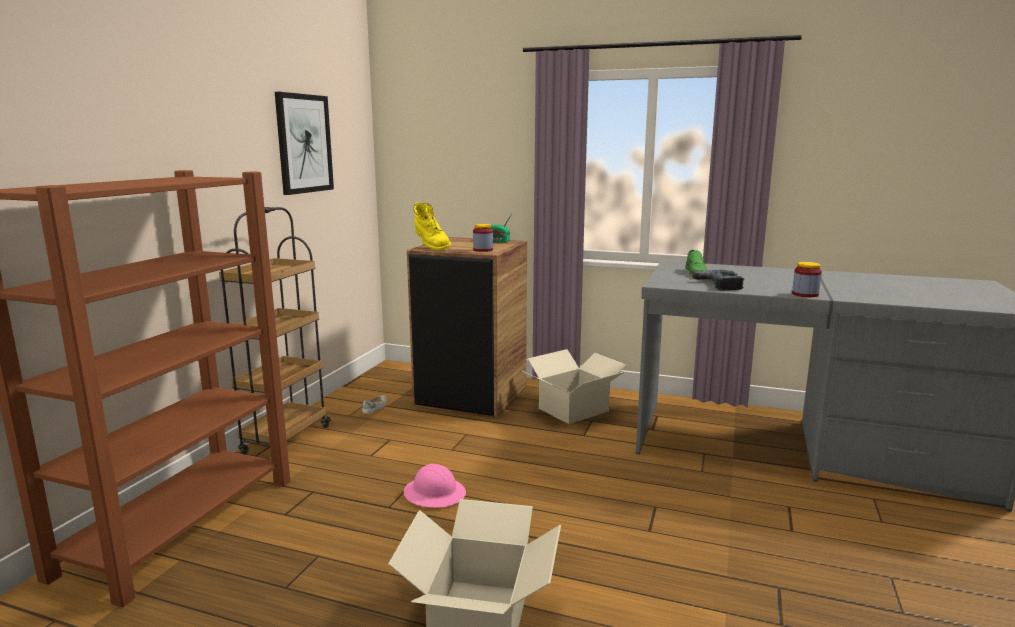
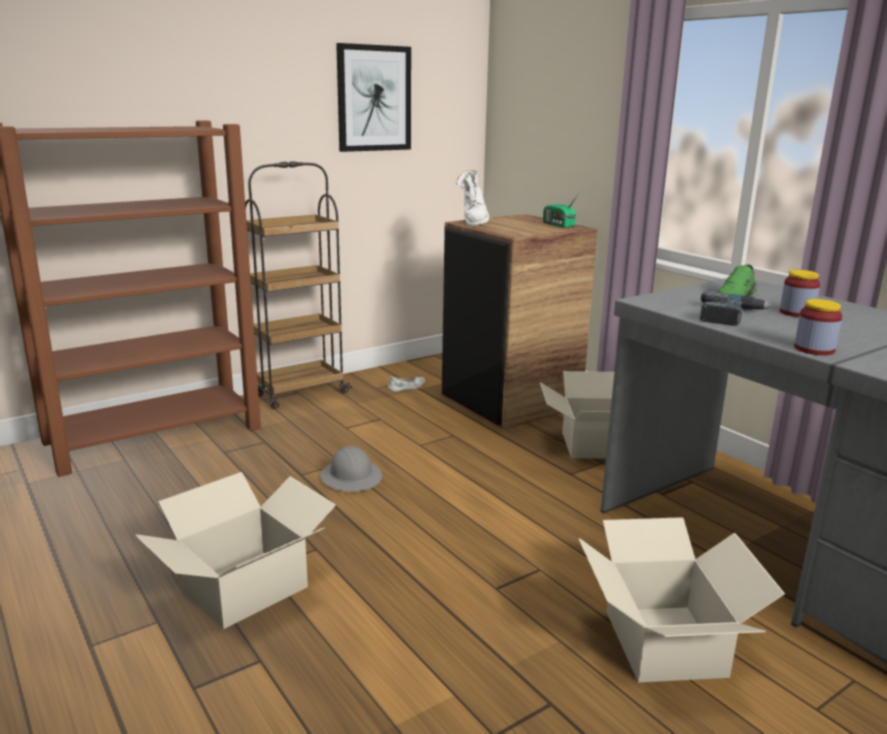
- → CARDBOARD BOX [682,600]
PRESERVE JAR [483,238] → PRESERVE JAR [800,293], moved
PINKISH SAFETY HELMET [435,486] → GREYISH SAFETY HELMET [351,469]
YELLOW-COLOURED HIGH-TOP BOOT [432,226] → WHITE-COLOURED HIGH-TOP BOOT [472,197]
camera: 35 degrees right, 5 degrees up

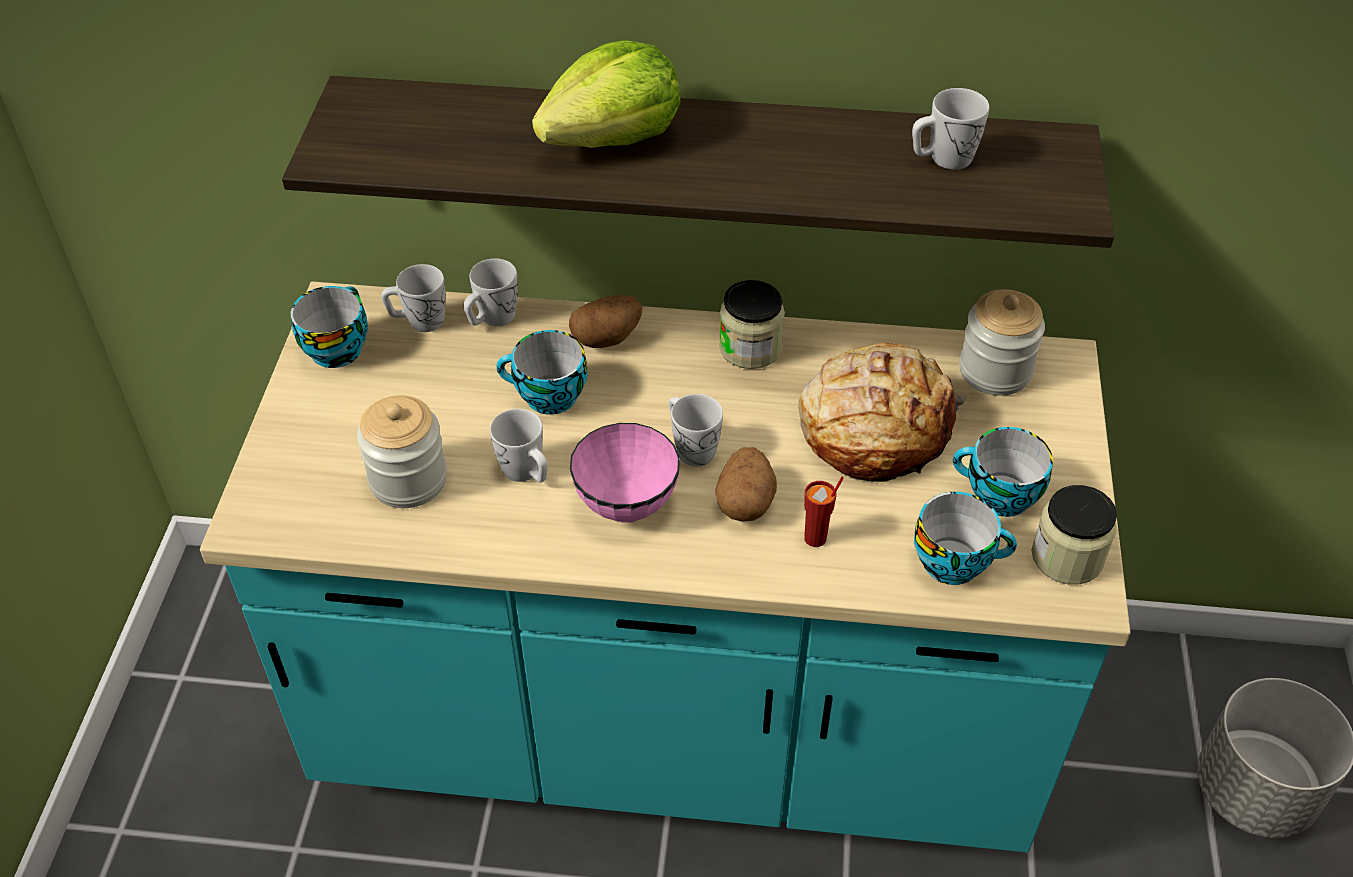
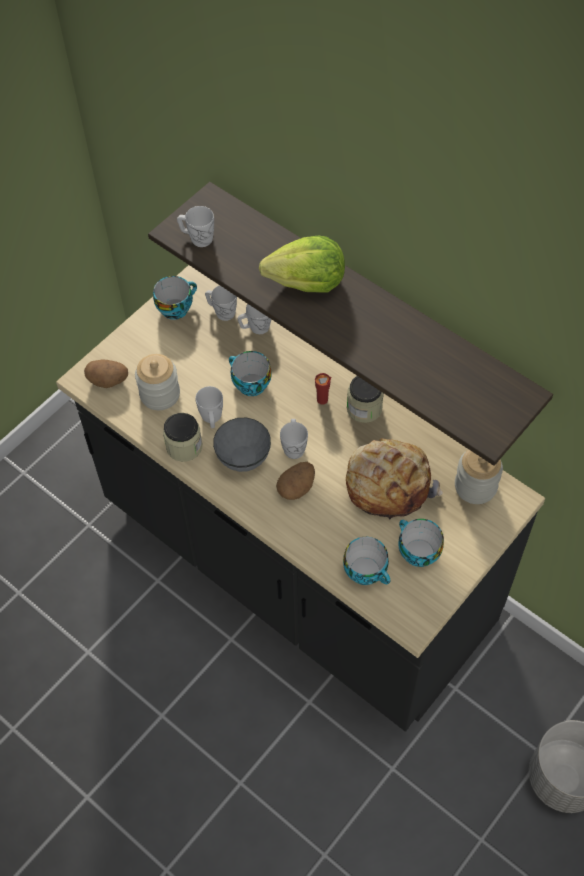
SPUD [605,321] → SPUD [106,373], moved
RED-COLOURED CUP [824,512] → RED-COLOURED CUP [323,389], moved
WHITE-COLOURED MUG [950,129] → WHITE-COLOURED MUG [195,226], moved
PRESERVE JAR [1074,535] → PRESERVE JAR [182,437], moved
TURQUOISE-COLOURED KITCHEN BASE UNIT [665,566] → BLACK-COLOURED KITCHEN BASE UNIT [300,498]
PINKISH BOWL [625,473] → GREYISH BOWL [242,445]
camera: 35 degrees right, 10 degrees up

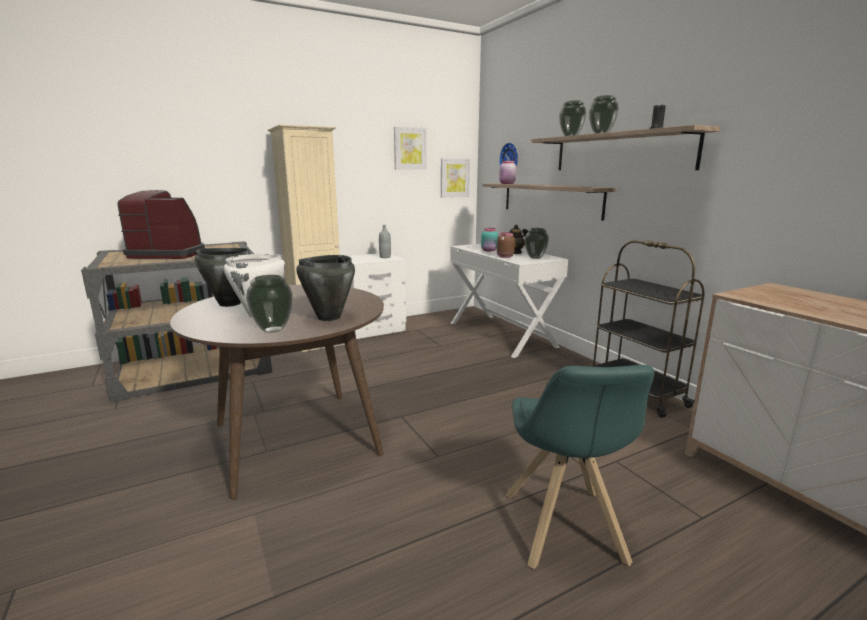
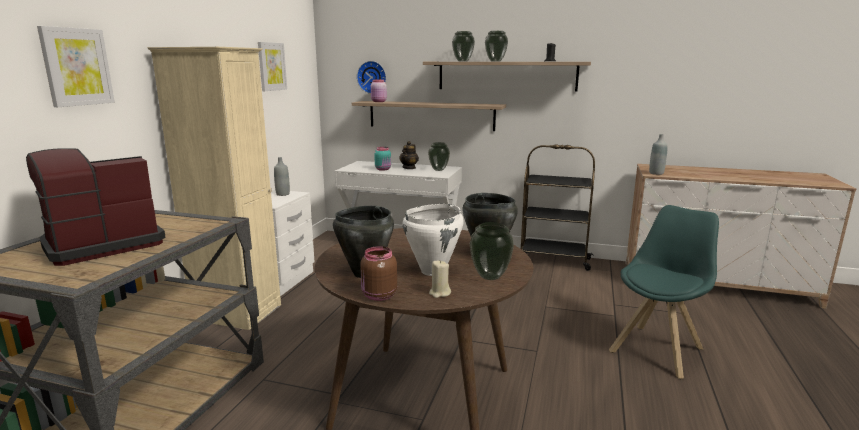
- → SAND-COLOURED WAX CANDLE [440,279]
- → GREYISH BOTTLE [658,154]
WALL ART [455,178] → WALL ART [76,66], moved
BROWN PRESERVE JAR [506,245] → BROWN PRESERVE JAR [378,273], moved
TURQUOISE-COLOURED UPRIGHT CHAIR [579,467] → TURQUOISE-COLOURED UPRIGHT CHAIR [664,292], 90 degrees counterclockwise
camera: 45 degrees left, 0 degrees up

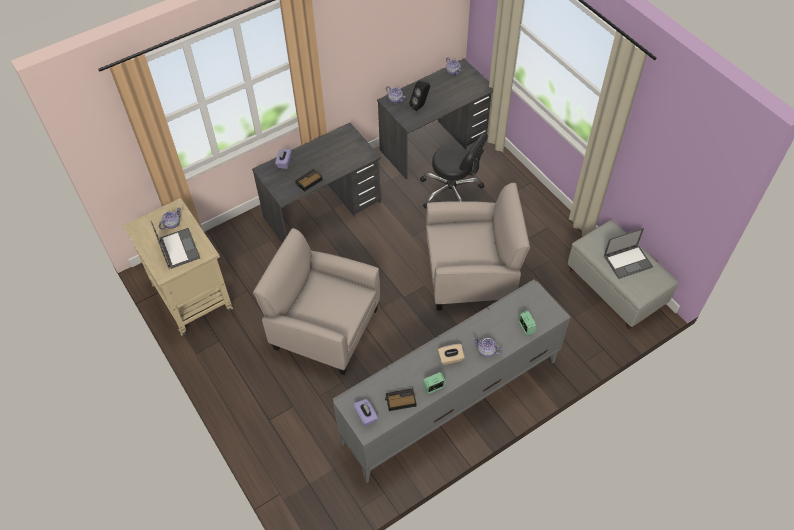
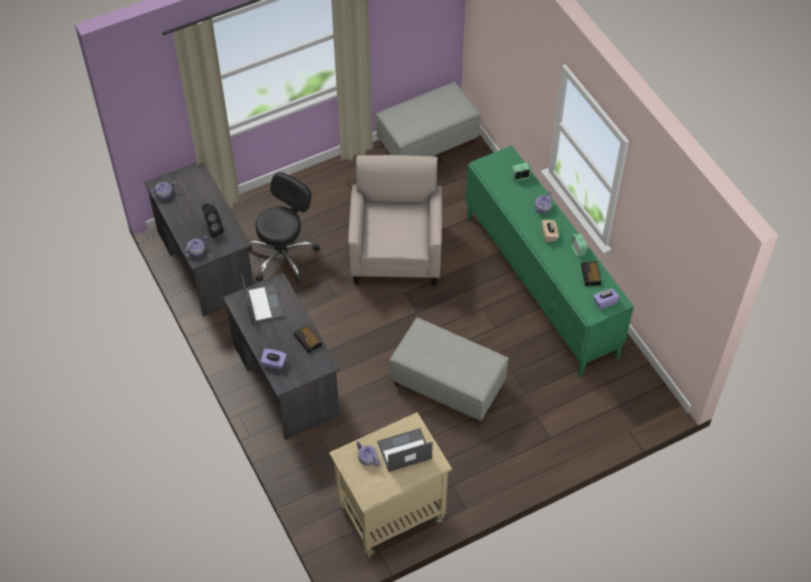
PORTABLE COMPUTER [628,253] → PORTABLE COMPUTER [262,298], moved
SAND-COLOURED LOUNGE CHAIR [316,301] → GREYISH OTTOMAN [449,370]
GREYISH CUPBOARD [452,381] → GREEN-COLOURED CUPBOARD [550,261]
camera: 85 degrees left, 0 degrees up

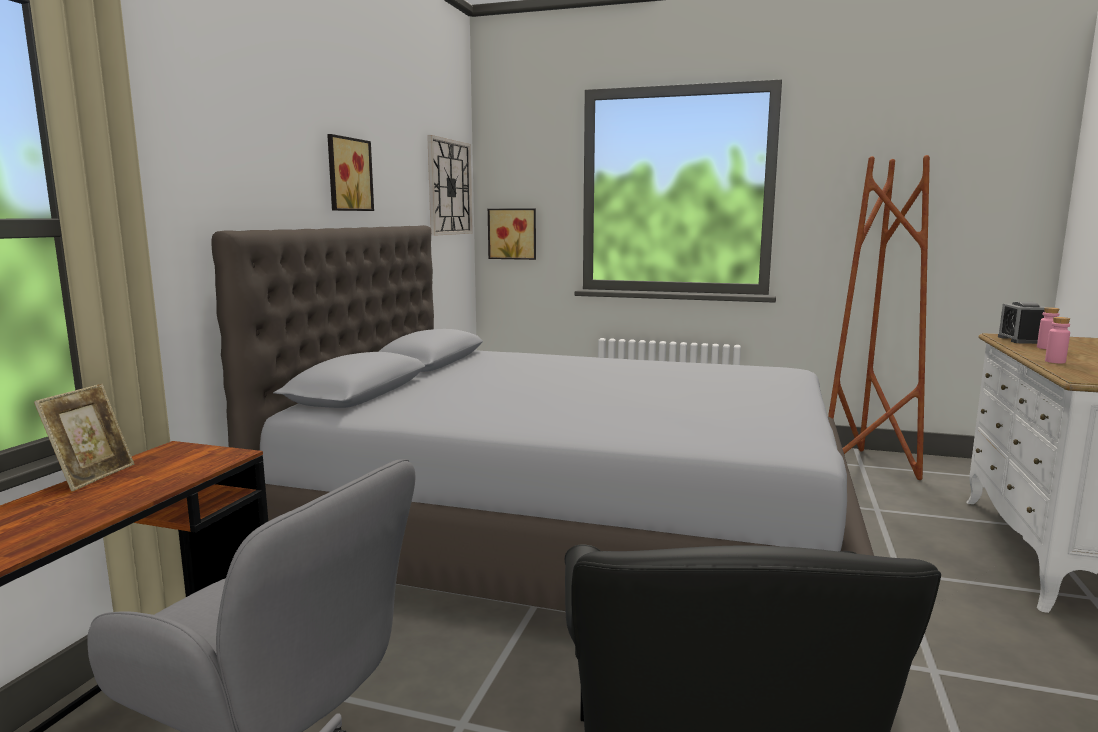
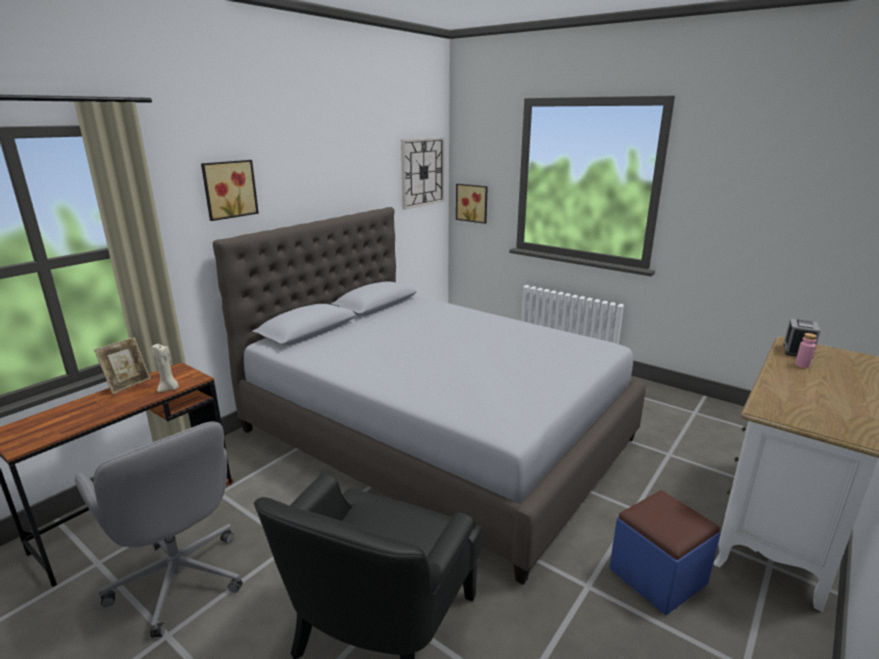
BROWN GARMENT STAND [879,317] → -
PINKISH BOTTLE [1057,340] → -
- → SAND-COLOURED WAX CANDLE [165,367]
- → BLUE OTTOMAN [664,552]
WALL ART [350,172] → WALL ART [230,190], moved
camera: 20 degrees right, 10 degrees up

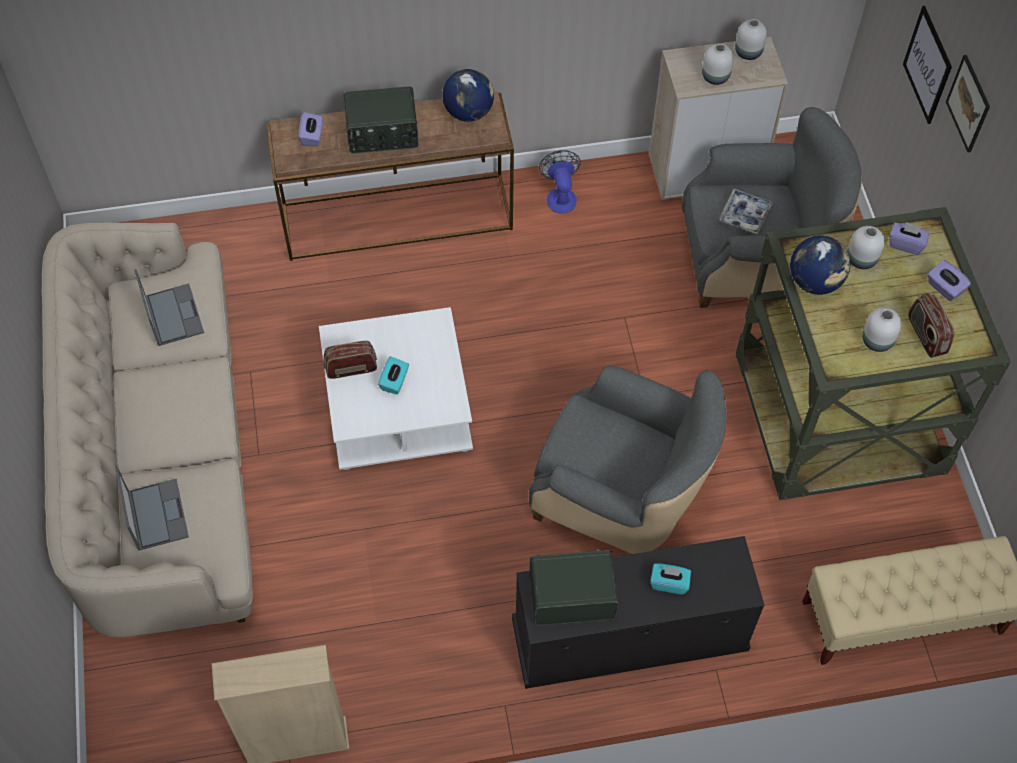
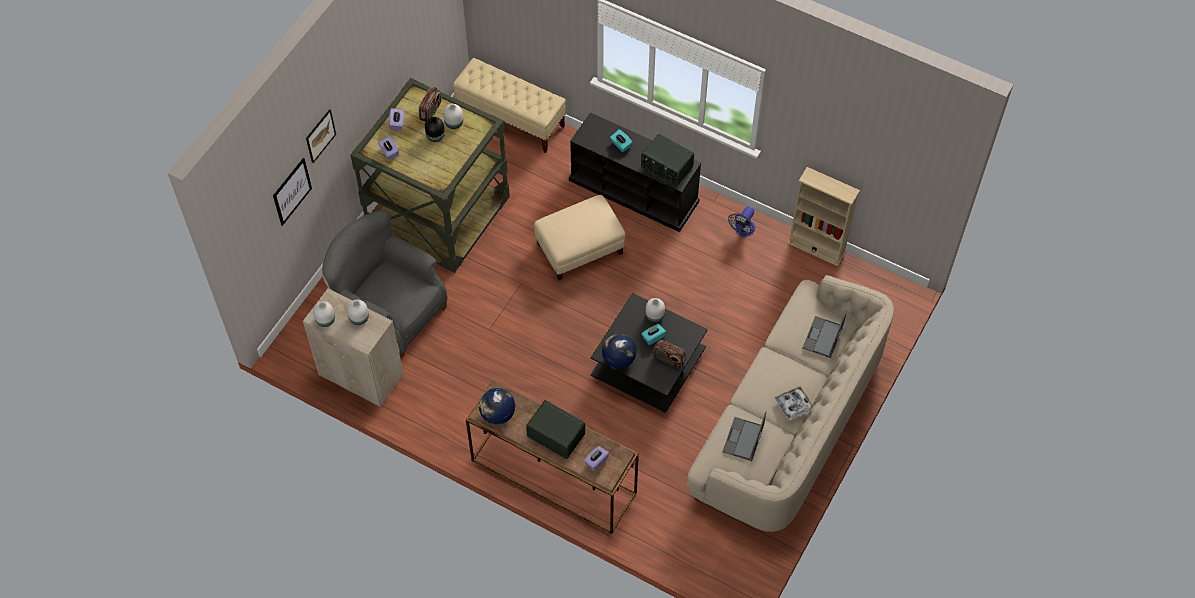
- → BLACK-COLOURED DECORATIVE VASE [435,129]
ELECTRIC FAN [560,181] → ELECTRIC FAN [741,221], moved
SERVING TRAY [746,211] → SERVING TRAY [793,403], moved
WORLD GLOBE [820,265] → WORLD GLOBE [619,351], moved
WHITE-COLOURED DECORATIVE VASE [866,247] → WHITE-COLOURED DECORATIVE VASE [655,310], moved
GREYISH LOUNGE CHAIR [628,459] → SAND-COLOURED OTTOMAN [580,237]
WHITE-COLOURED LOW TABLE [396,388] → BLACK-COLOURED LOW TABLE [649,353]
camera: 140 degrees left, 0 degrees up

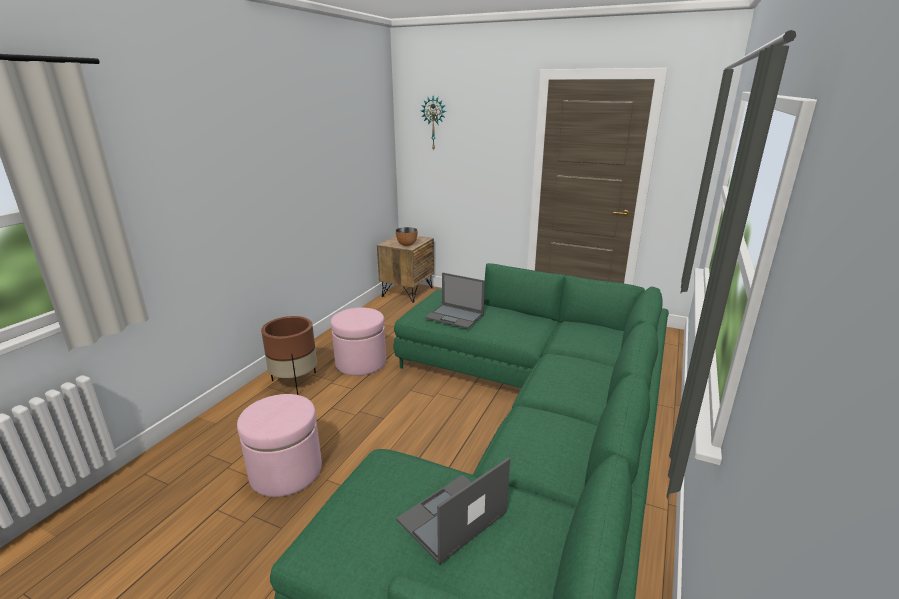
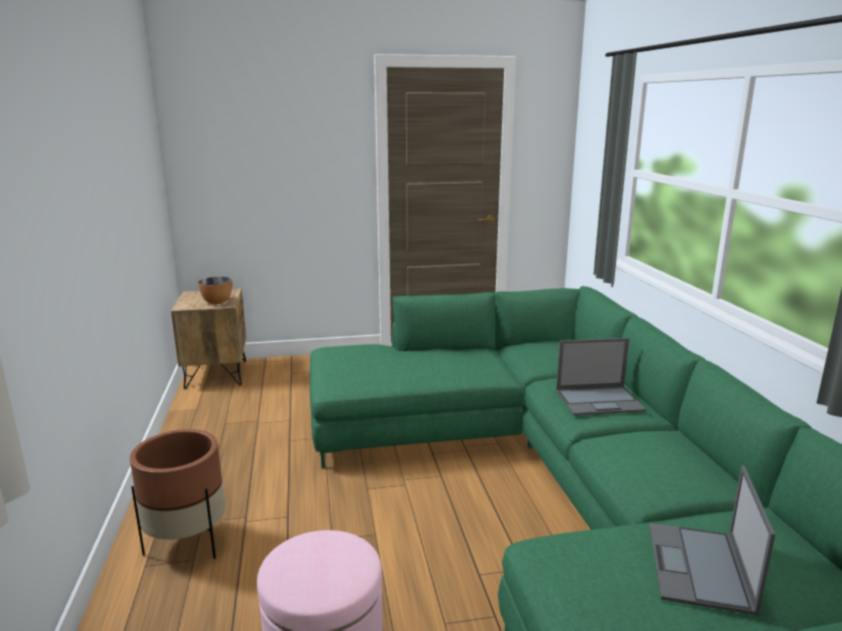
PINKISH OTTOMAN [358,342] → -
WALL CLOCK [434,123] → -
PORTABLE COMPUTER [455,300] → PORTABLE COMPUTER [601,376], moved
camera: 35 degrees left, 5 degrees down

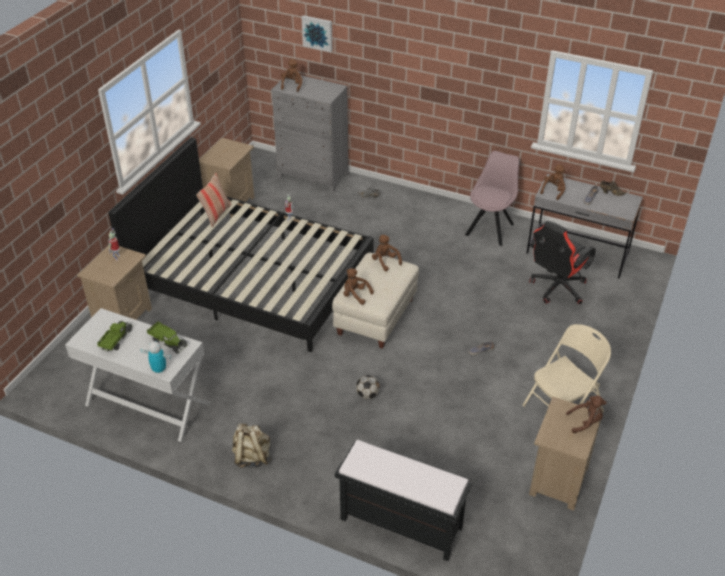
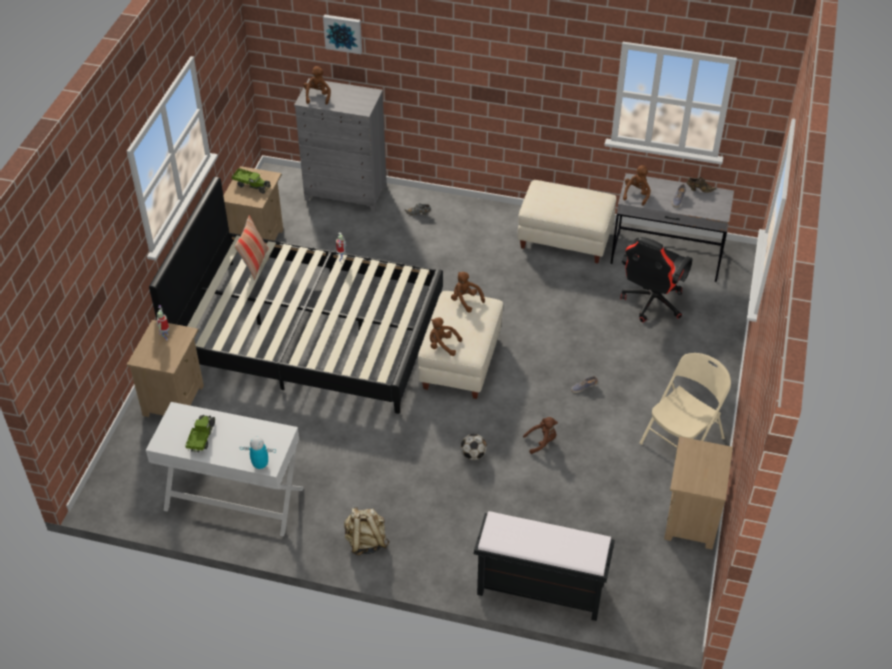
TOY TRUCK [167,338] → TOY TRUCK [251,181], moved
BROWN SOFT TOY [586,414] → BROWN SOFT TOY [540,435], moved
PINKISH UPRIGHT CHAIR [492,198] → SAND-COLOURED OTTOMAN [566,221]
camera: 10 degrees left, 5 degrees up

